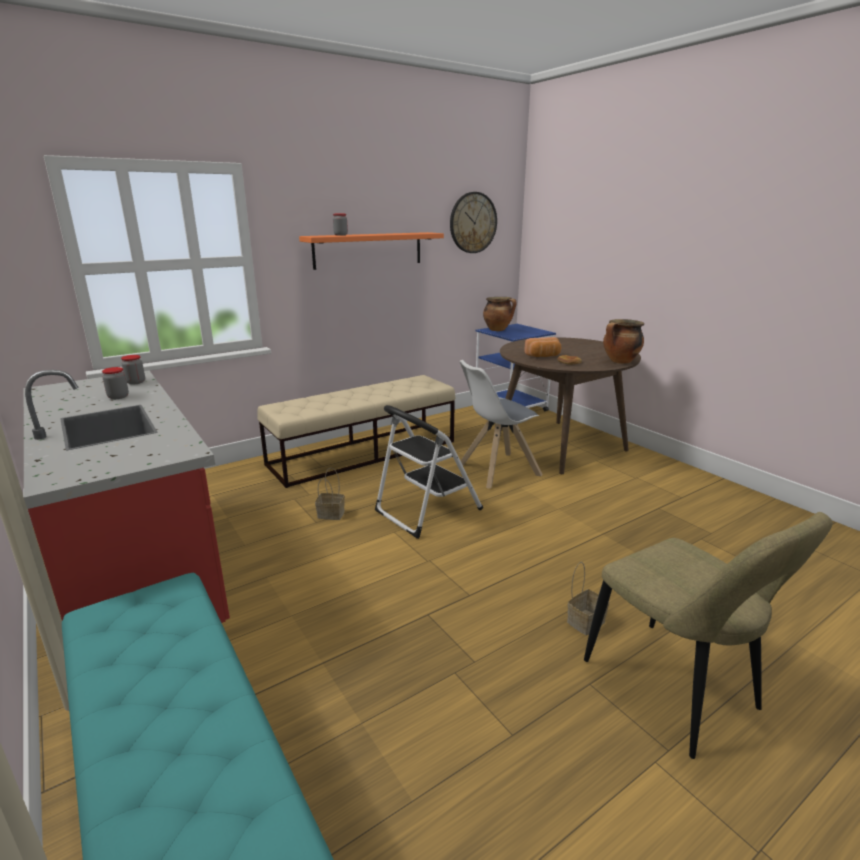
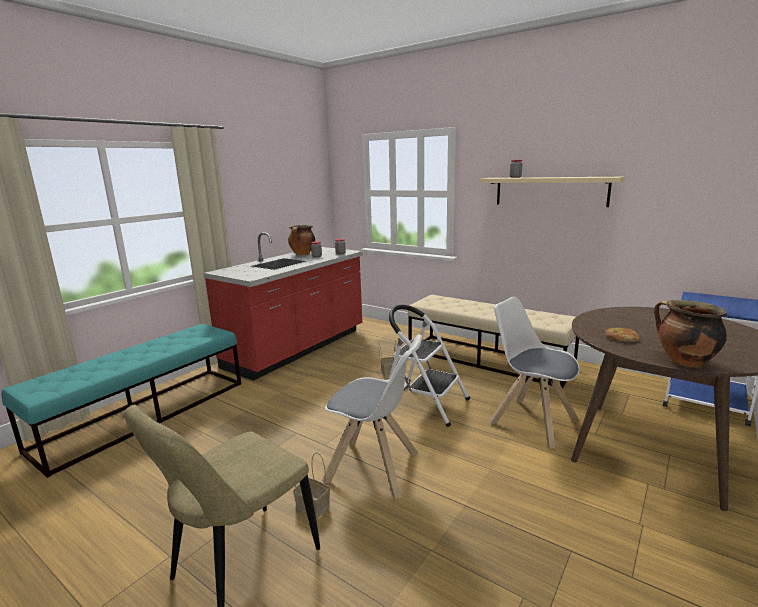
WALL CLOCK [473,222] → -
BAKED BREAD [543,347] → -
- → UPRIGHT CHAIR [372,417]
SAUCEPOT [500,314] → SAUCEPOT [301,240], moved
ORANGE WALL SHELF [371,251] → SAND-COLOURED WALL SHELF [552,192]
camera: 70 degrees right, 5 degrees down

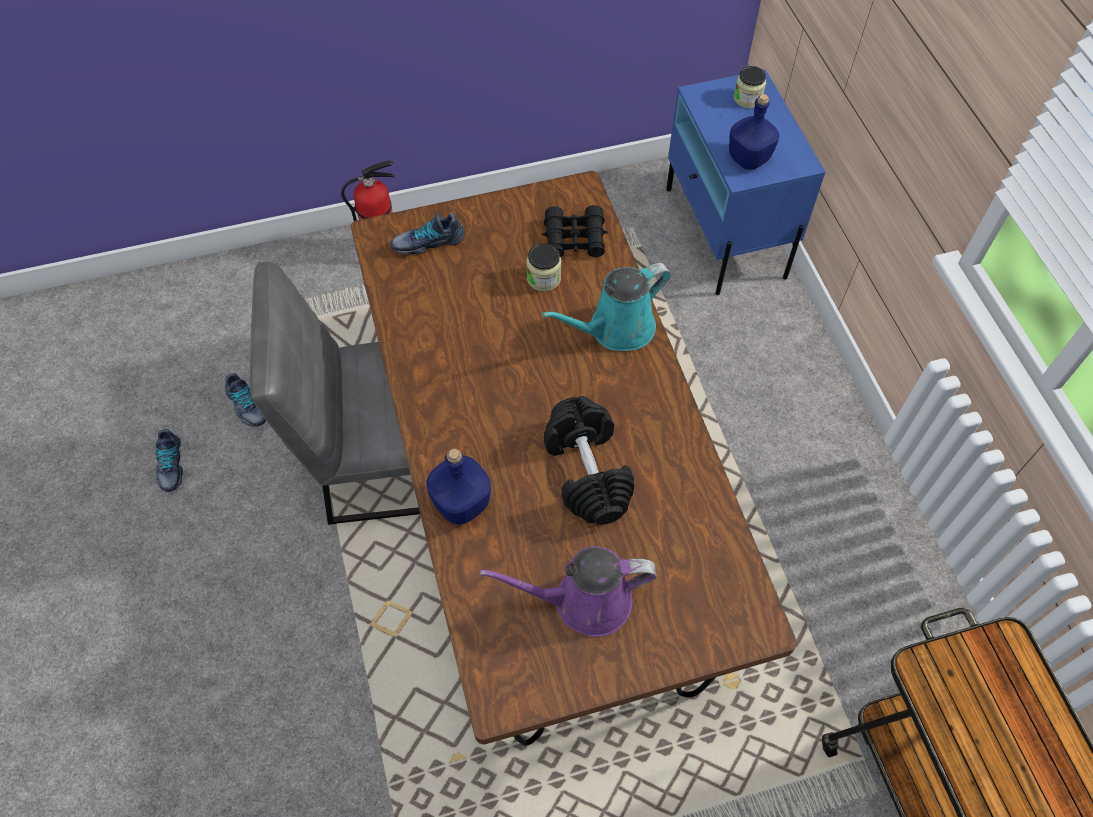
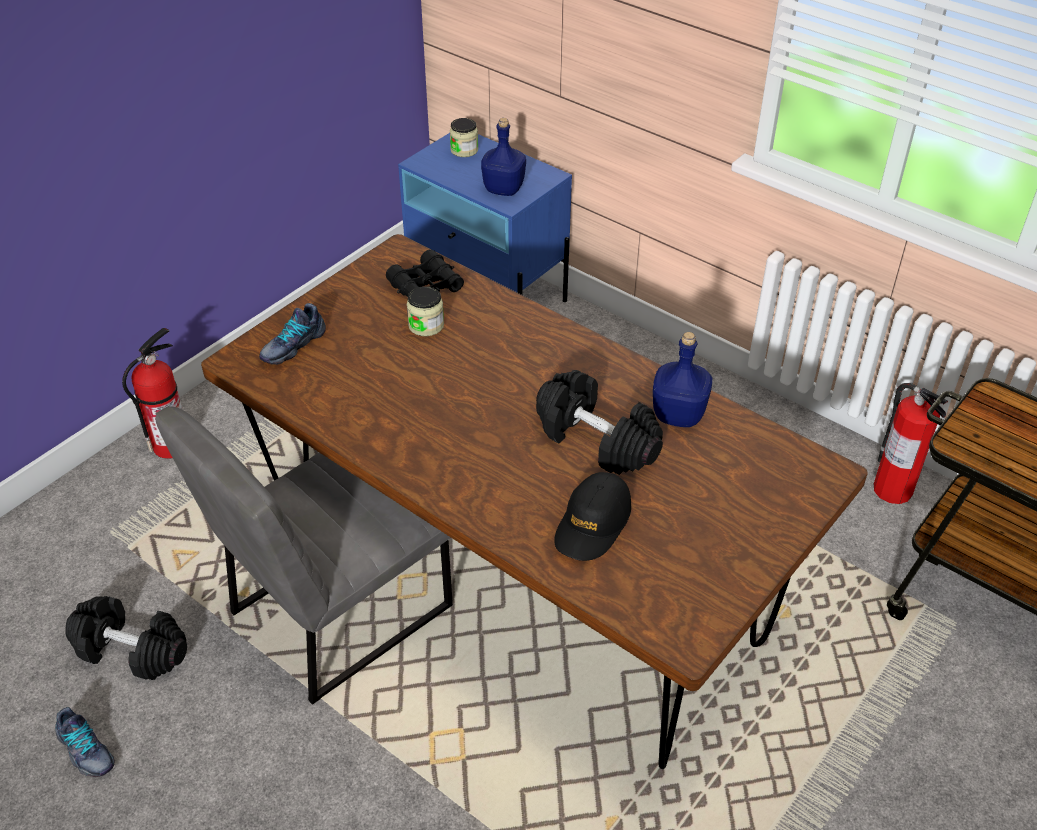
PURPLE SPRINKLING CAN [568,591] → -
TURQUOISE-COLOURED SPRINKLING CAN [606,307] → -
- → BLACK-COLOURED PEAKED CAP [592,516]
- → EXTINGUISHER [911,443]
BLUE BOTTLE [458,486] → BLUE BOTTLE [682,379], moved
SHOE [245,400] → BLACK-COLOURED DUMBBELL [126,638]
camera: 35 degrees left, 15 degrees down

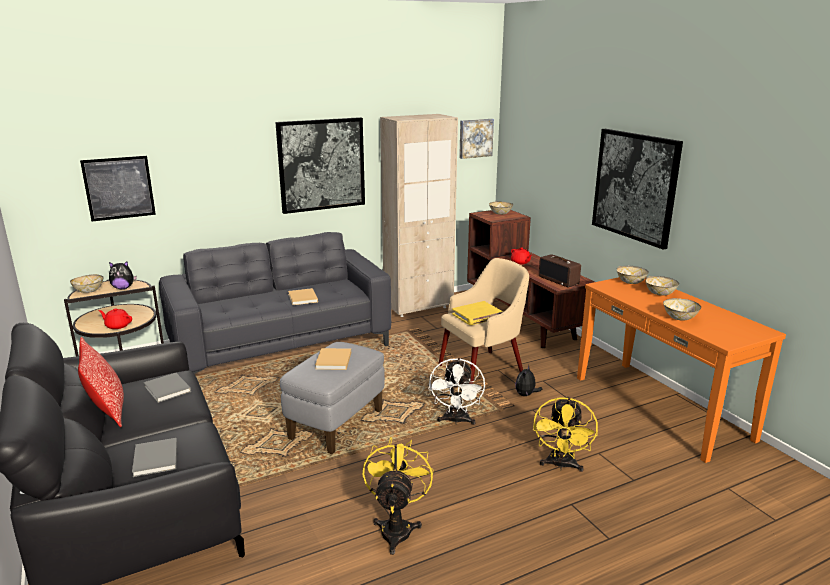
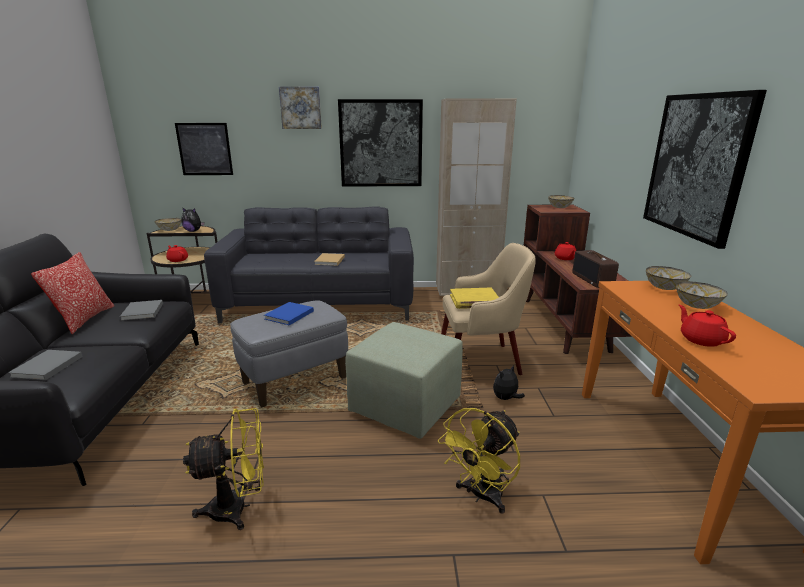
WALL ART [476,139] → WALL ART [300,108], moved
WHITE-COLOURED ELECTRIC FAN [456,391] → GREEN-COLOURED OTTOMAN [404,380]
BOWL [682,309] → RED-COLOURED TEAPOT [707,326]
SAND-COLOURED VOLUME [333,359] → BLUE VOLUME [289,313]
YELLOW-COLOURED ELECTRIC FAN [397,496] → YELLOW-COLOURED ELECTRIC FAN [223,469], 45 degrees clockwise
camera: 25 degrees right, 0 degrees up

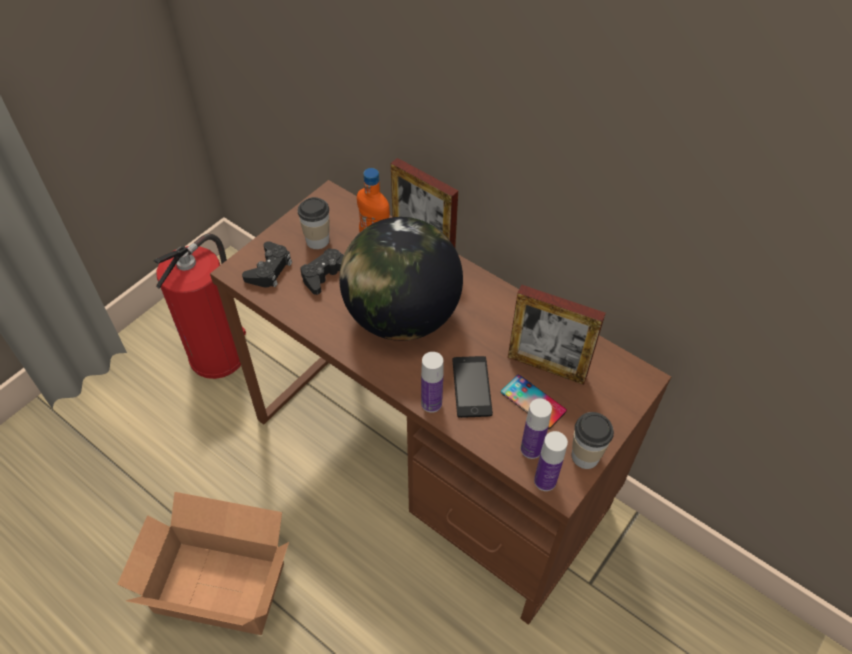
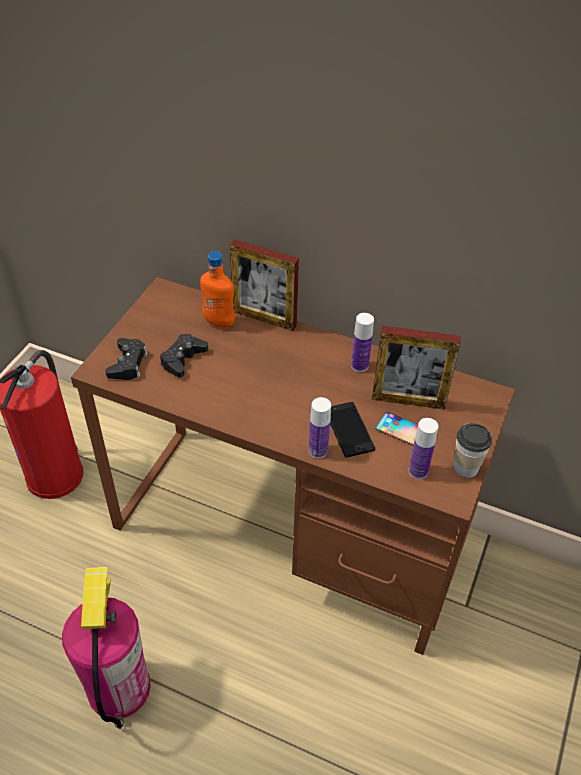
CUP [314,223] → -
WORLD GLOBE [401,279] → -
BOTTLE [551,461] → BOTTLE [362,342], moved
CARDBOARD BOX [203,563] → EXTINGUISHER [106,648]
camera: 15 degrees left, 5 degrees down

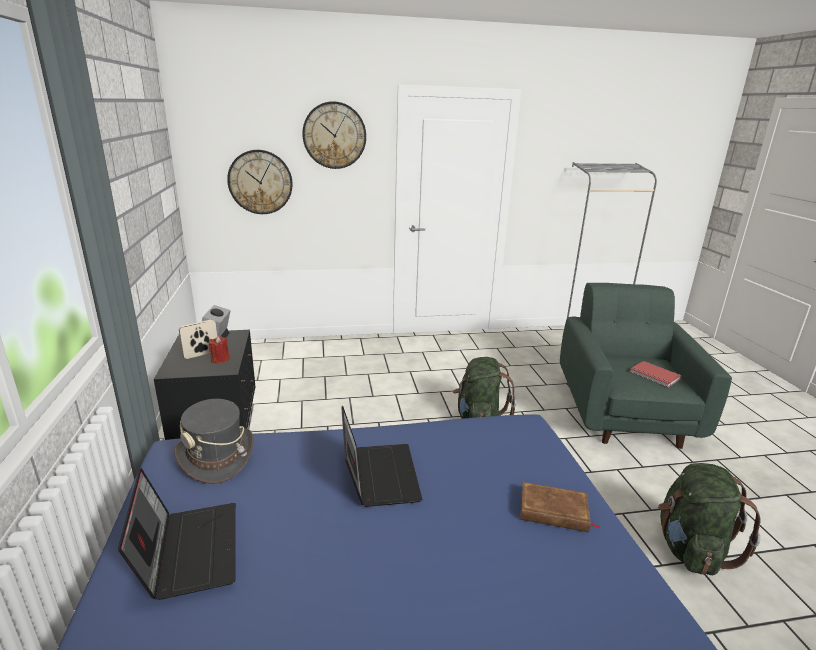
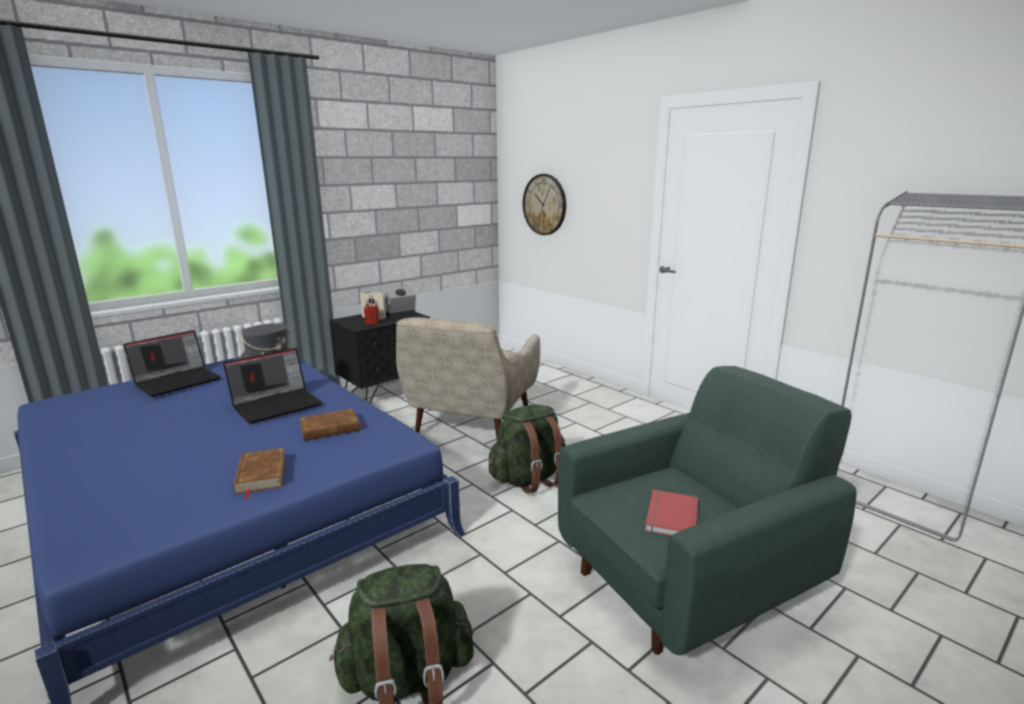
WALL CLOCK [334,135] → -
- → BROWN VOLUME [333,425]
- → SAND-COLOURED LOUNGE CHAIR [468,377]
camera: 60 degrees right, 5 degrees down

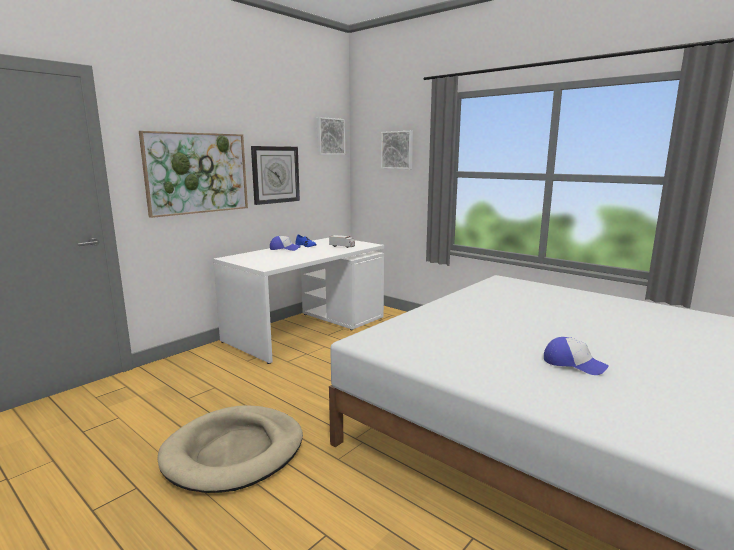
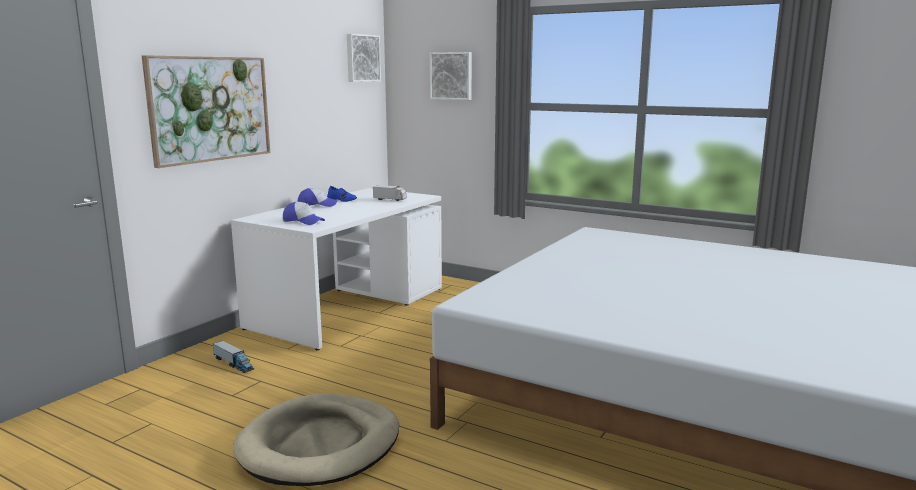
WALL CLOCK [275,175] → -
- → TOY TRUCK [233,356]
PEAKED CAP [576,356] → PEAKED CAP [304,213], moved
camera: 10 degrees left, 0 degrees up

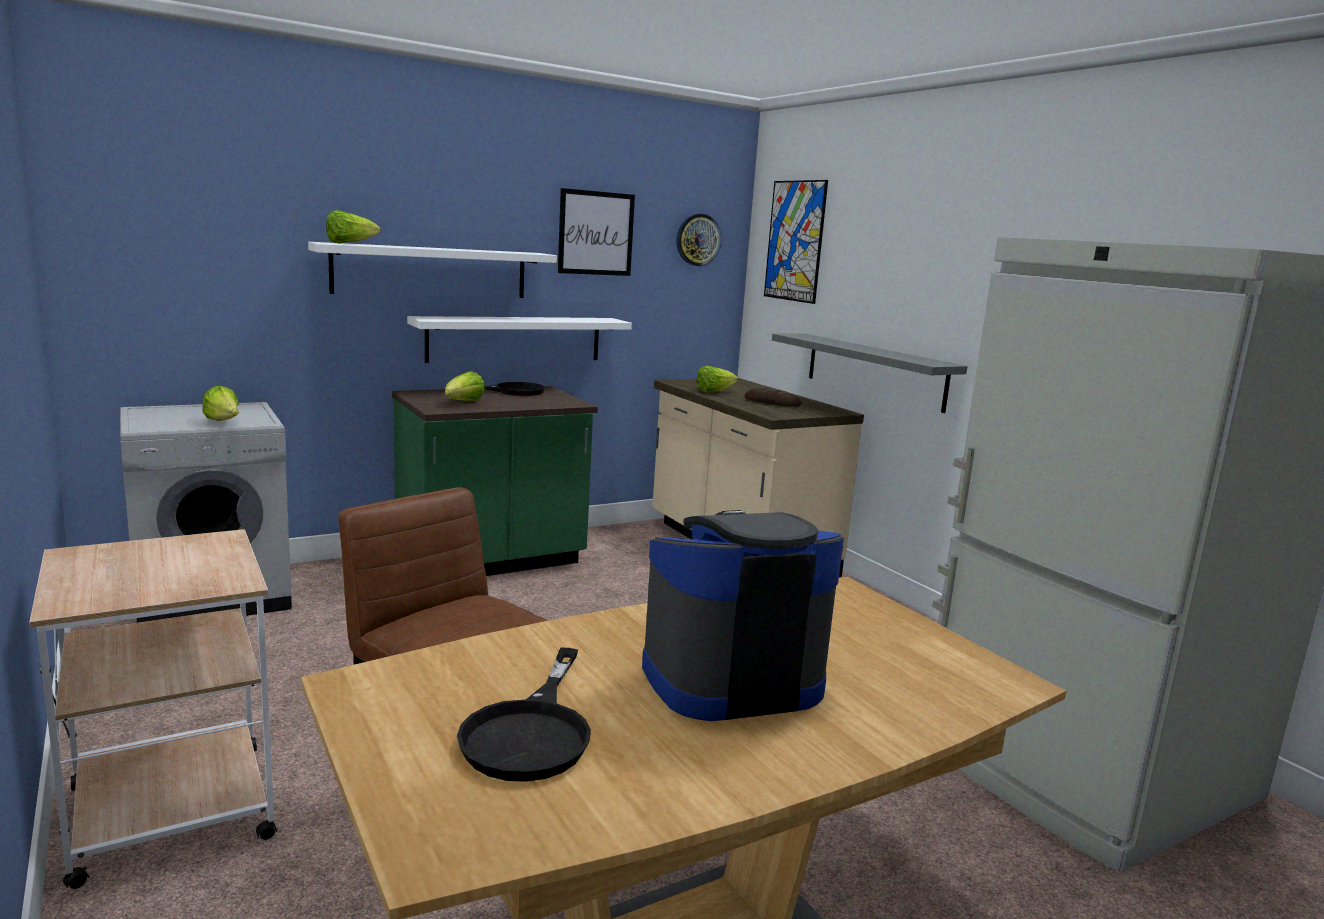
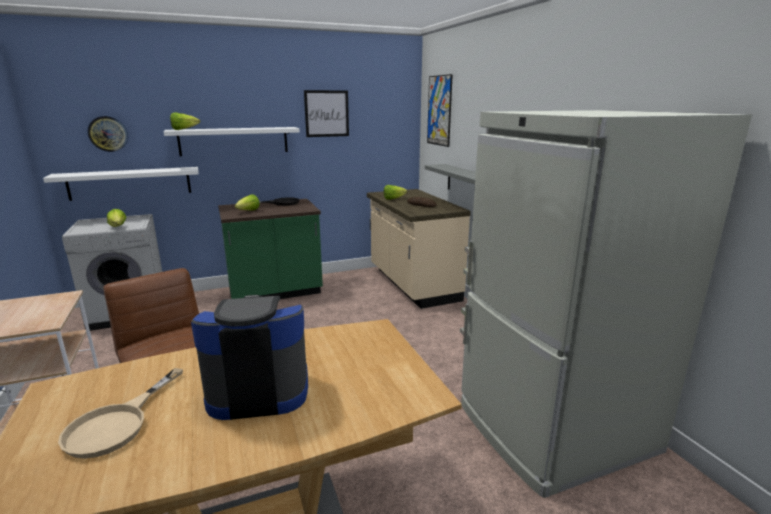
WHITE-COLOURED WALL SHELF [519,339] → WHITE-COLOURED WALL SHELF [121,184], moved
WALL CLOCK [698,240] → WALL CLOCK [108,134], moved
BLACK-COLOURED FRYING PAN [524,714] → SAND-COLOURED FRYING PAN [120,413]
camera: 10 degrees right, 5 degrees up

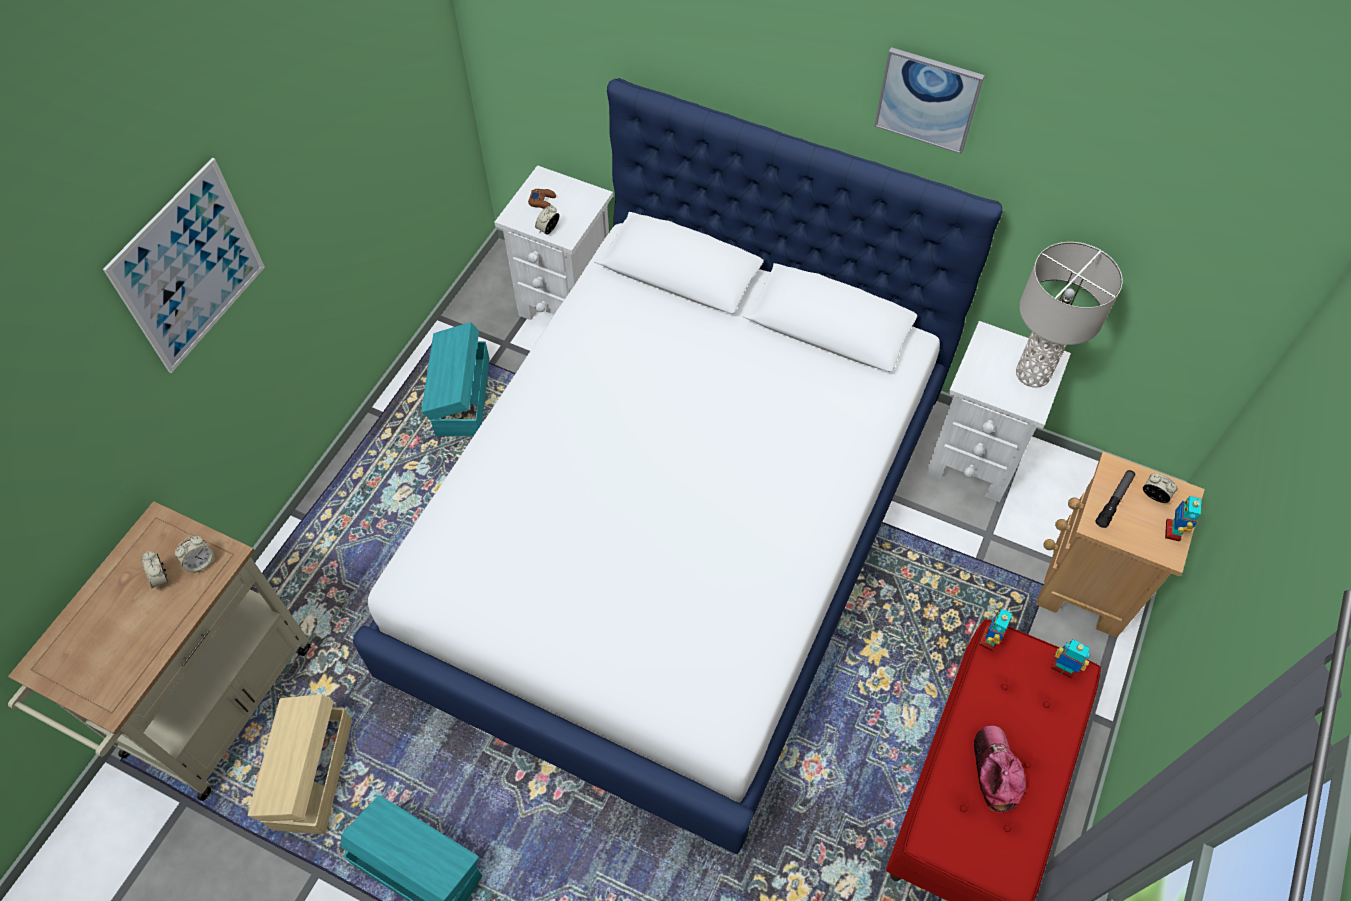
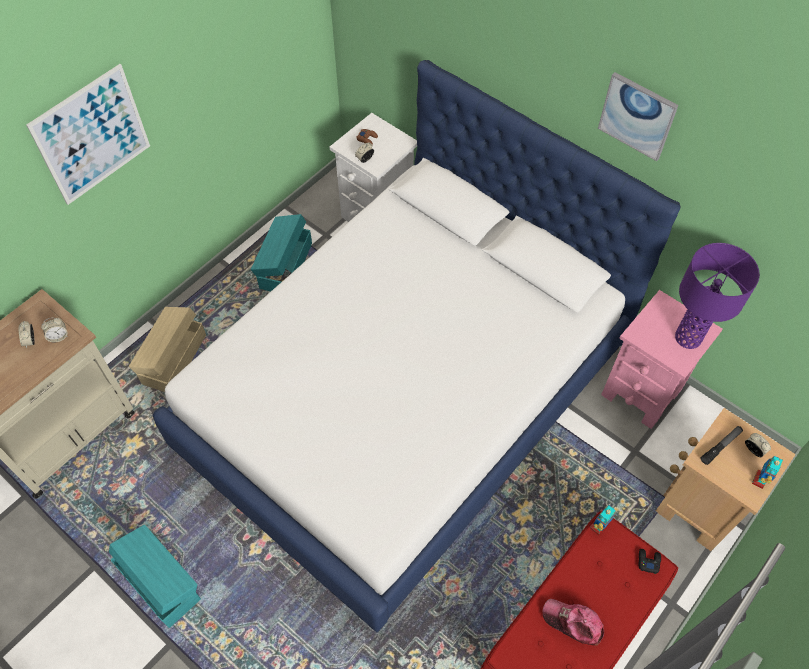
SAND-COLOURED STORAGE BOX [300,764] → SAND-COLOURED STORAGE BOX [167,349], moved
ROBOT FIGURE [1070,658] → BLACK-COLOURED GAMEPAD [650,561]
WHITE-COLOURED BEDSIDE TABLE [998,411] → PINKISH BEDSIDE TABLE [662,359]
WHITE-COLOURED LAMP FOR A TABLE [1069,315] → PURPLE LAMP FOR A TABLE [717,296]
PEAKED CAP [1000,769] → PEAKED CAP [573,622], 75 degrees counterclockwise
camera: 15 degrees right, 0 degrees up

